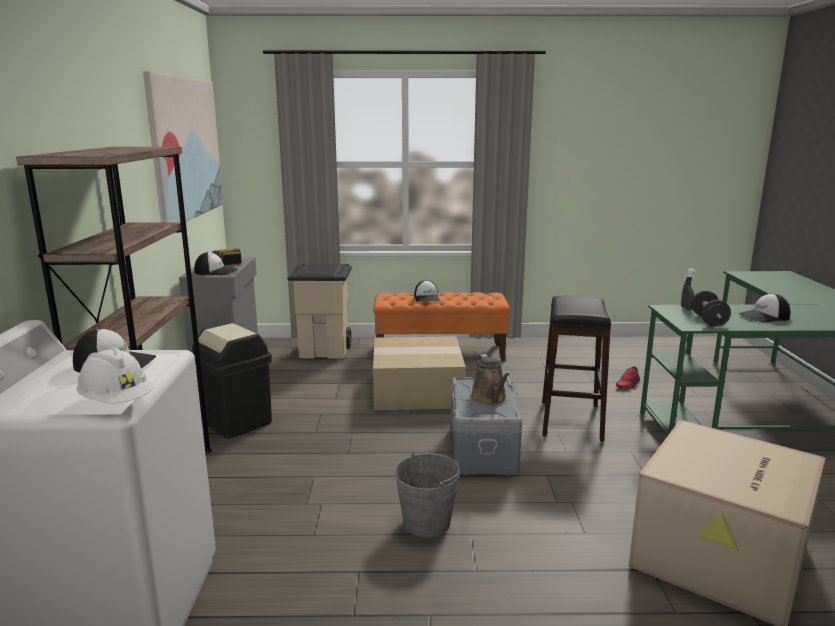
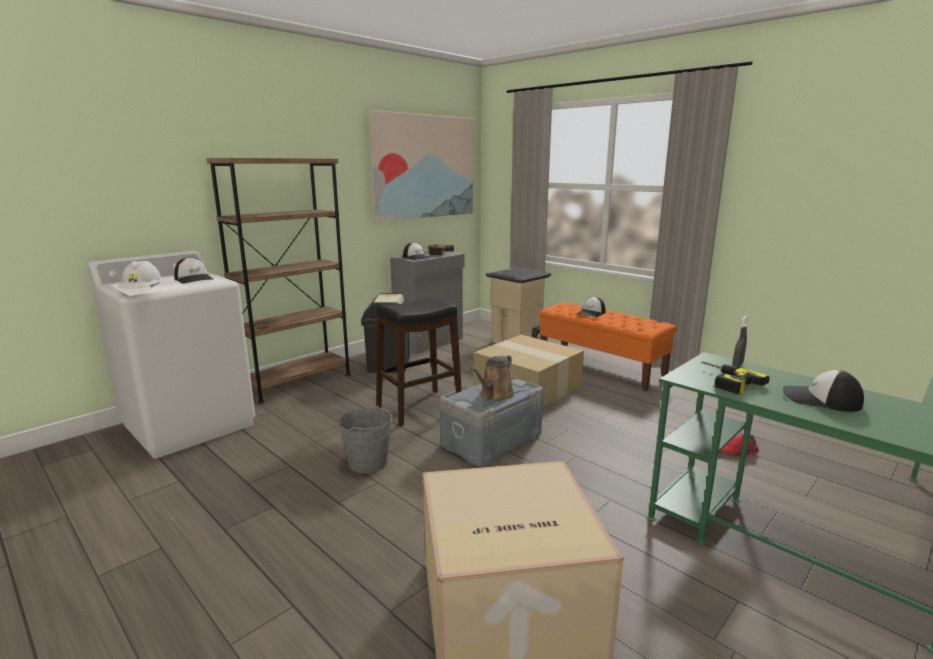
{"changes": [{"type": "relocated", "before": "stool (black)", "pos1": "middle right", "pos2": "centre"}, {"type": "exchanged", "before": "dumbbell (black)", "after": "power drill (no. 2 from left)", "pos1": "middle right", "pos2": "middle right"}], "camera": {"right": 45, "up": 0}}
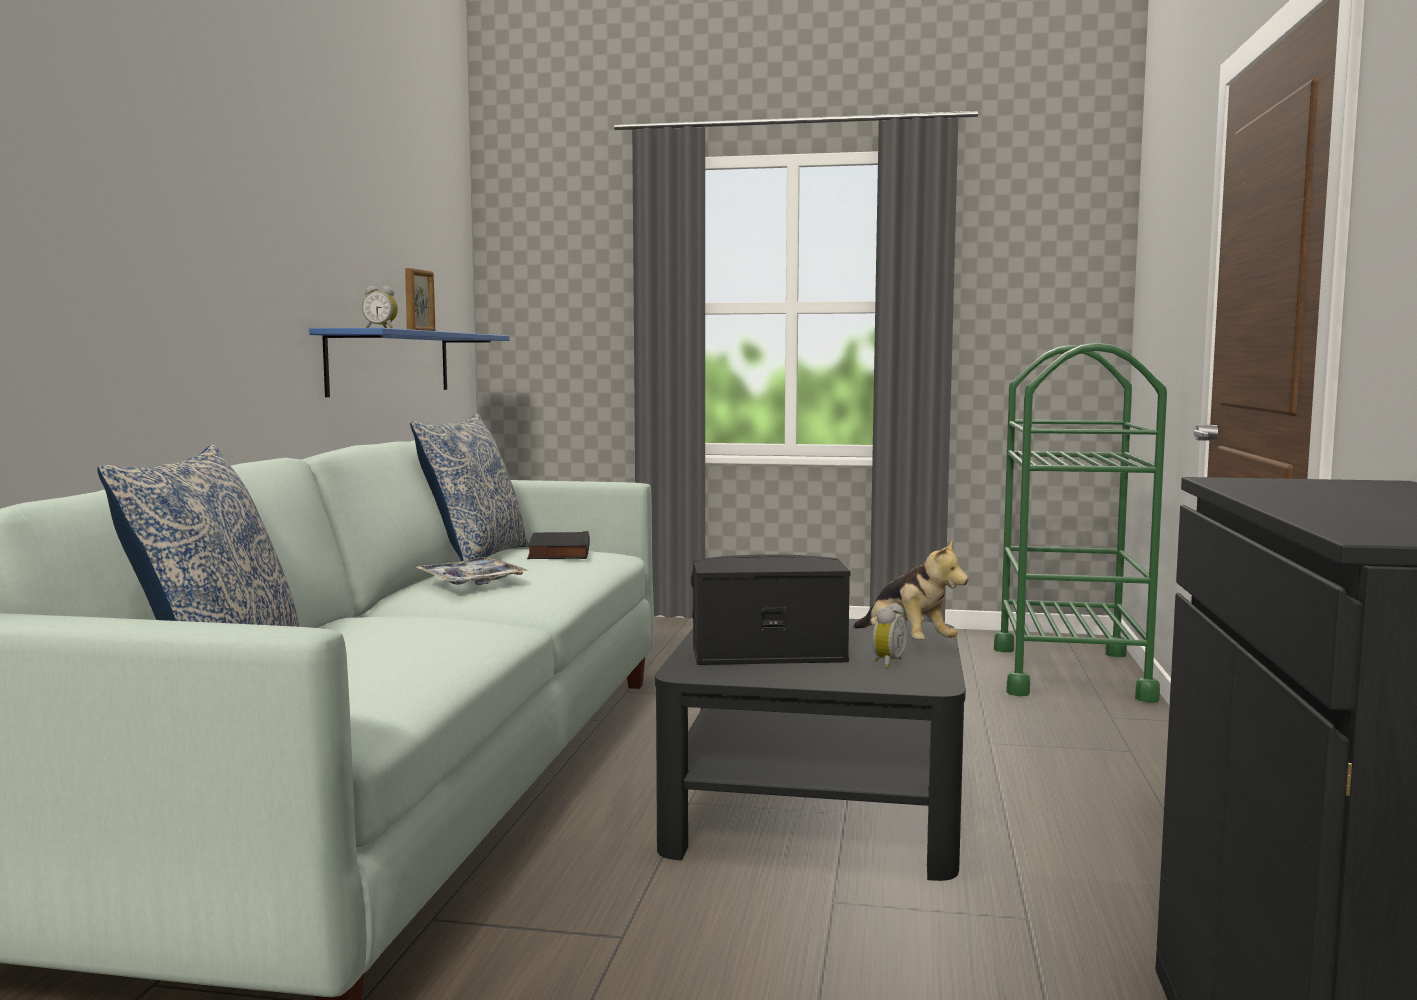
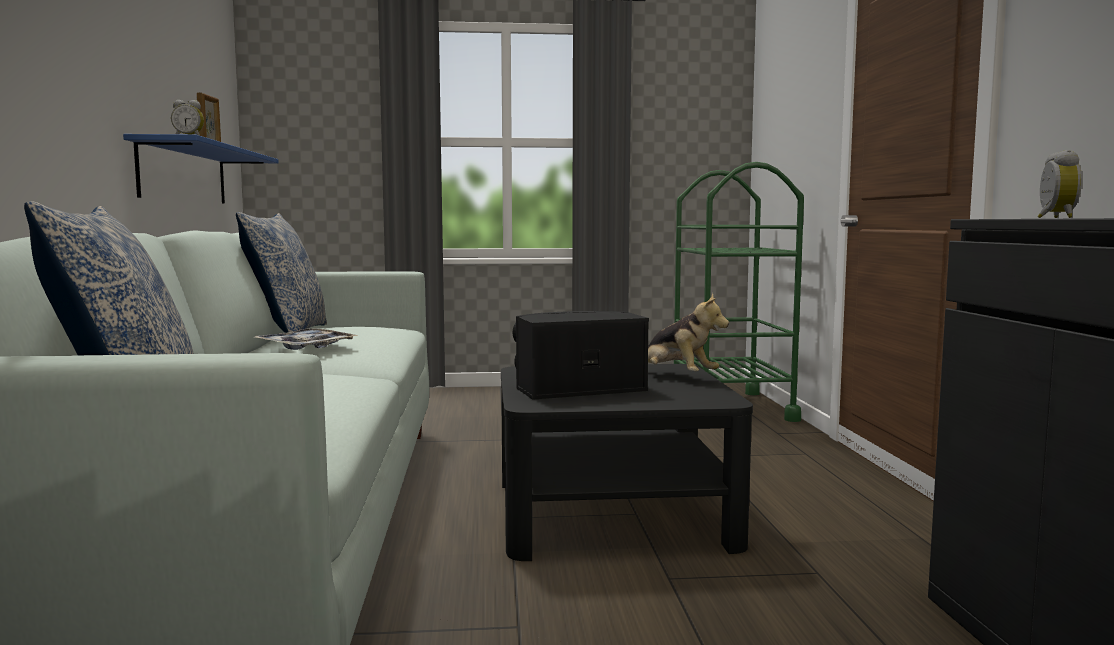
{"changes": [{"type": "missing", "before": "book (black)", "pos1": "centre"}, {"type": "relocated", "before": "alarm clock (no. 2 from left)", "pos1": "centre", "pos2": "top right"}], "camera": {"right": -15, "up": 0}}
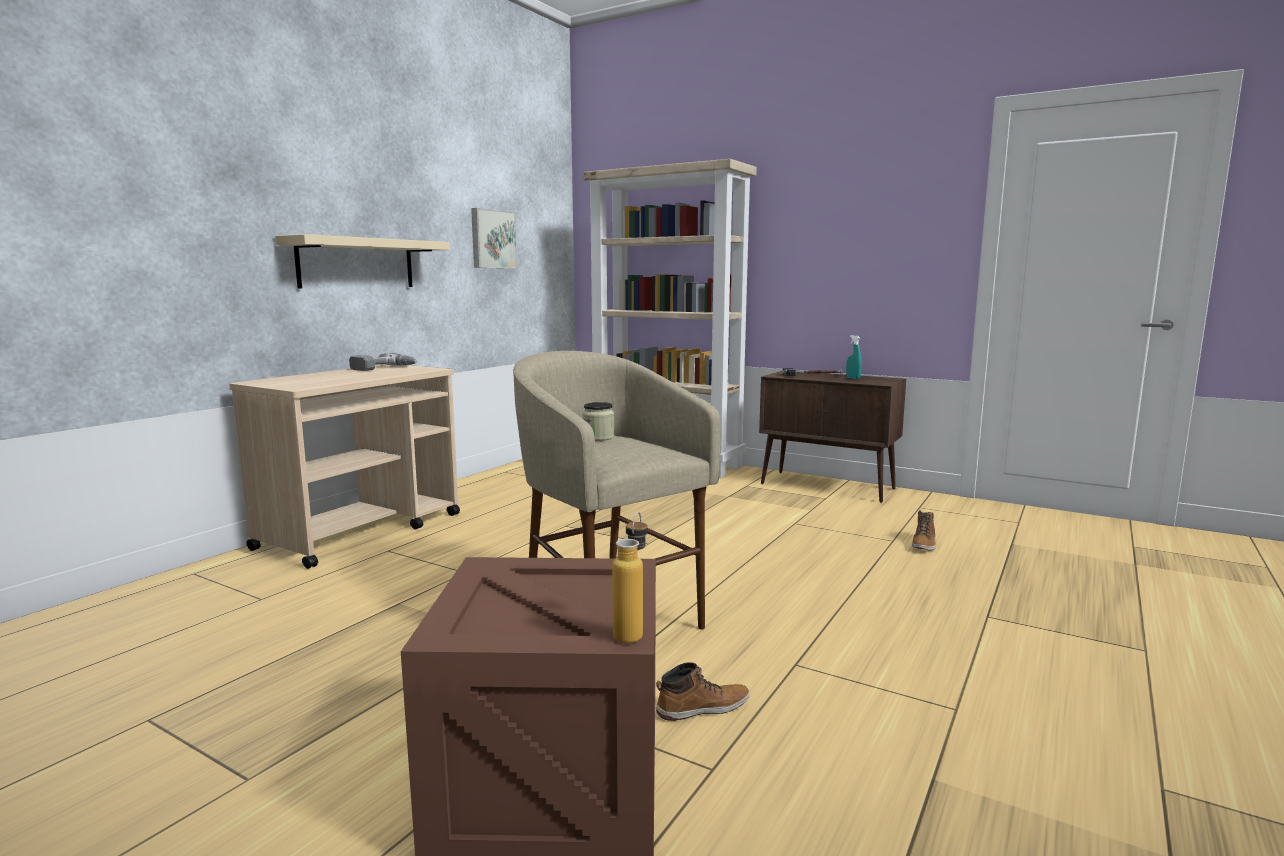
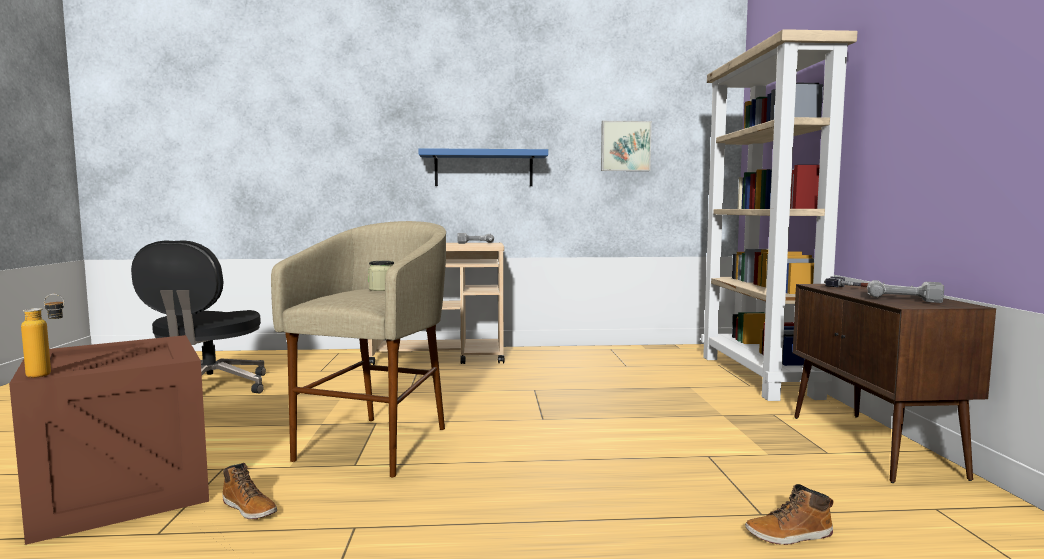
{"changes": [{"type": "appeared", "after": "office chair (black)", "pos2": "middle left"}, {"type": "exchanged", "before": "spray bottle (turquoise)", "after": "power drill (no. 2 from left)", "pos1": "centre", "pos2": "middle right"}, {"type": "colour", "before": "shelf (beige)", "after": "shelf (blue)", "pos1": "top left", "pos2": "top centre"}], "camera": {"right": 55, "up": -5}}
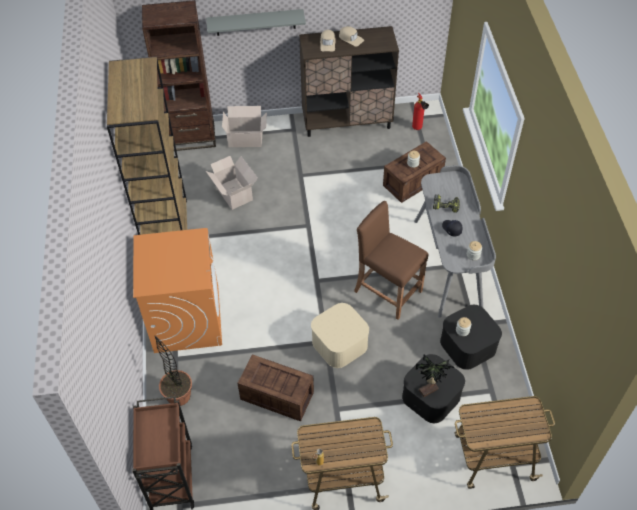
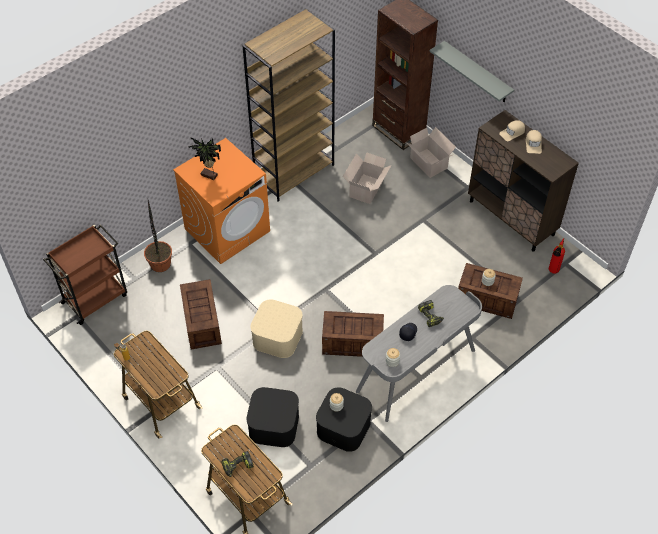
{"changes": [{"type": "appeared", "after": "power drill (no. 1 from left)", "pos2": "bottom centre"}, {"type": "relocated", "before": "potted plant (no. 2 from left)", "pos1": "bottom right", "pos2": "top left"}, {"type": "exchanged", "before": "stool (brown)", "after": "crate (no. 2 from left)", "pos1": "centre", "pos2": "centre"}], "camera": {"right": 55, "up": 0}}
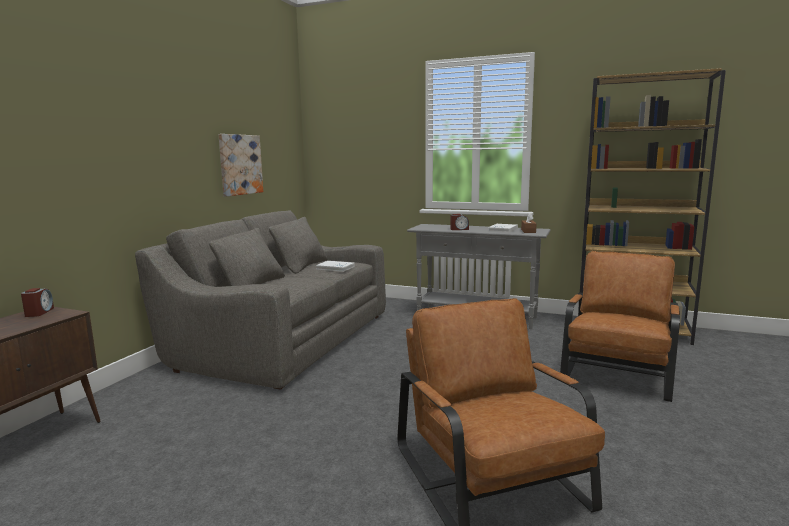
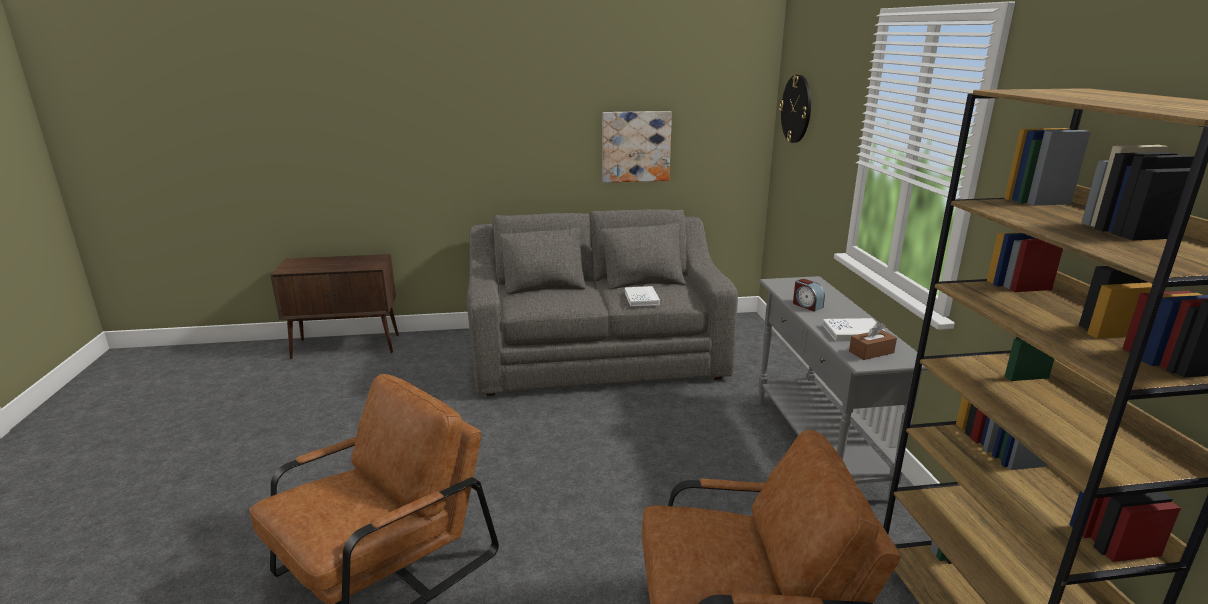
{"changes": [{"type": "missing", "before": "alarm clock (no. 1 from left)", "pos1": "middle left"}, {"type": "appeared", "after": "wall clock", "pos2": "top centre"}], "camera": {"right": 60, "up": 10}}
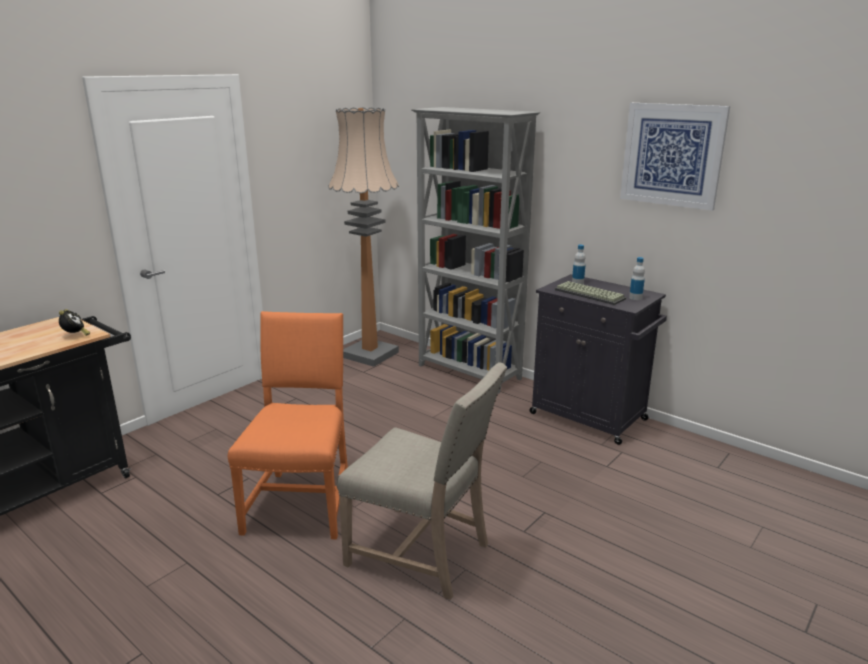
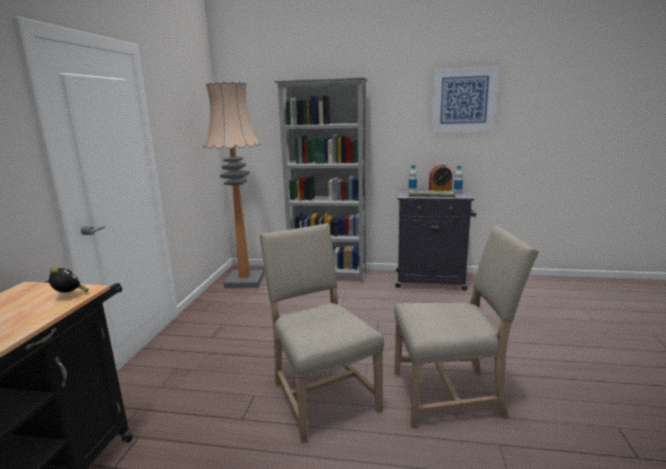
{"changes": [{"type": "appeared", "after": "alarm clock (no. 2 from left)", "pos2": "centre"}, {"type": "colour", "before": "chair (orange)", "after": "chair (beige) (no. 1 from left)", "pos1": "middle left", "pos2": "bottom centre"}], "camera": {"right": -30, "up": -5}}
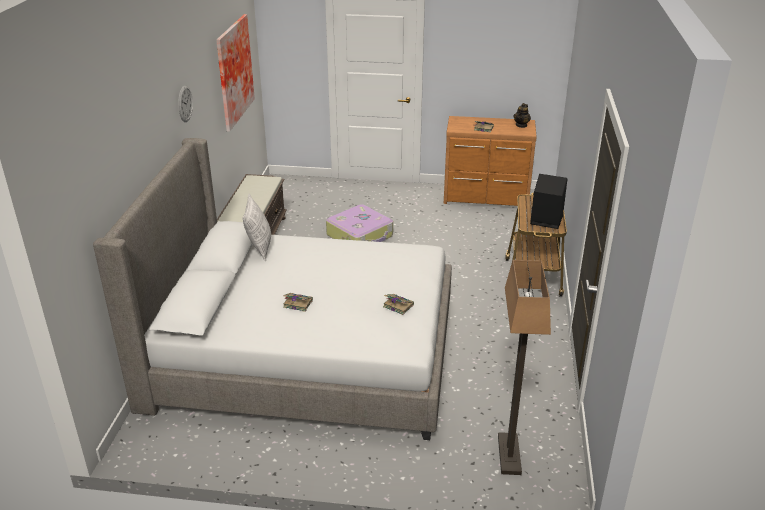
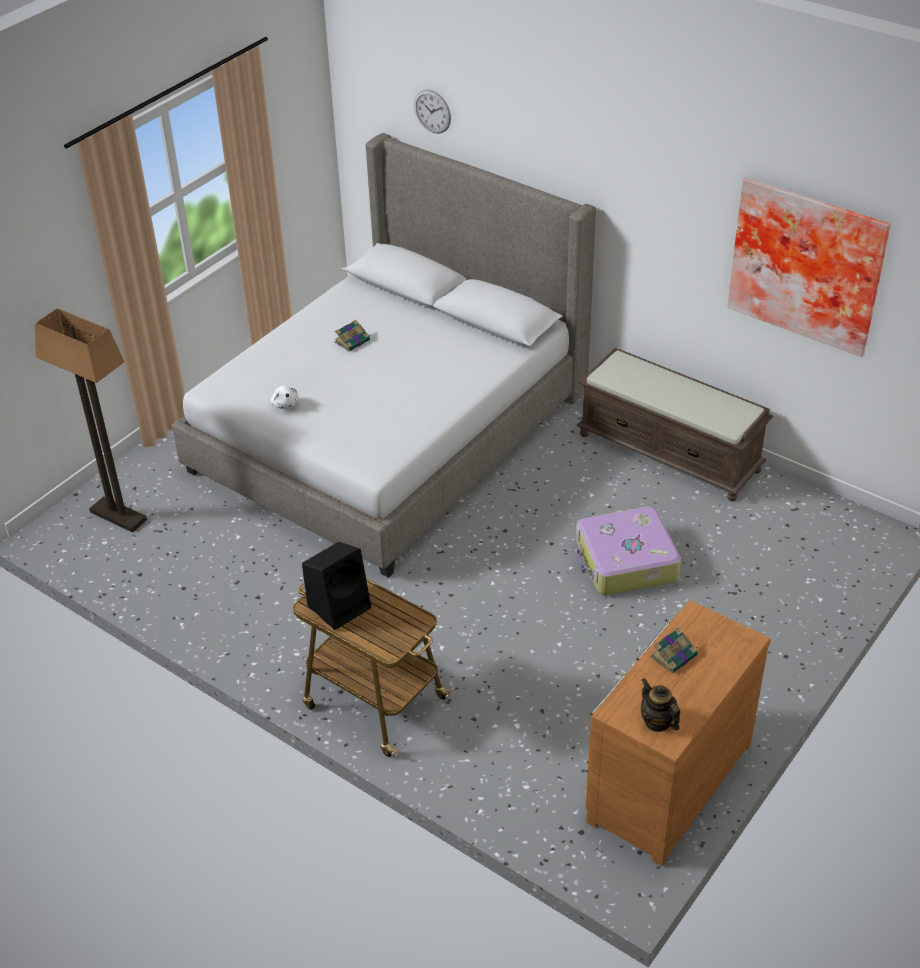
{"changes": [{"type": "missing", "before": "pillow", "pos1": "centre"}, {"type": "relocated", "before": "wall clock", "pos1": "top left", "pos2": "top centre"}, {"type": "exchanged", "before": "book (no. 2 from left)", "after": "plush toy (white)", "pos1": "centre", "pos2": "middle left"}], "camera": {"right": 120, "up": 10}}
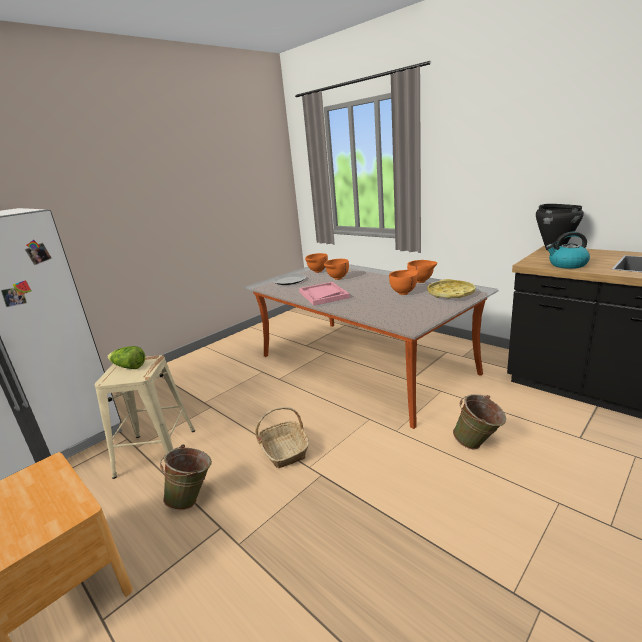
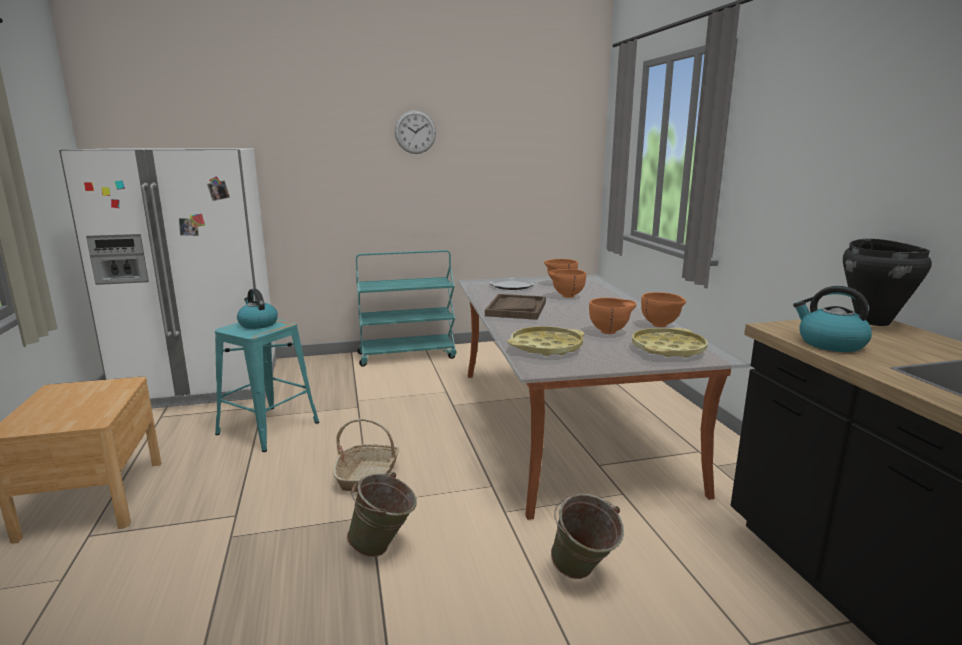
{"changes": [{"type": "appeared", "after": "cart (turquoise)", "pos2": "centre"}, {"type": "appeared", "after": "wall clock", "pos2": "top centre"}, {"type": "appeared", "after": "tray (yellow) (no. 1 from left)", "pos2": "centre"}, {"type": "relocated", "before": "bucket (green) (no. 1 from left)", "pos1": "bottom left", "pos2": "bottom centre"}, {"type": "exchanged", "before": "lettuce", "after": "kettle (no. 1 from left)", "pos1": "middle left", "pos2": "middle left"}, {"type": "colour", "before": "stool (beige)", "after": "stool (turquoise)", "pos1": "middle left", "pos2": "middle left"}, {"type": "colour", "before": "tray (pink)", "after": "tray (brown)", "pos1": "centre", "pos2": "centre"}], "camera": {"right": 30, "up": -5}}
